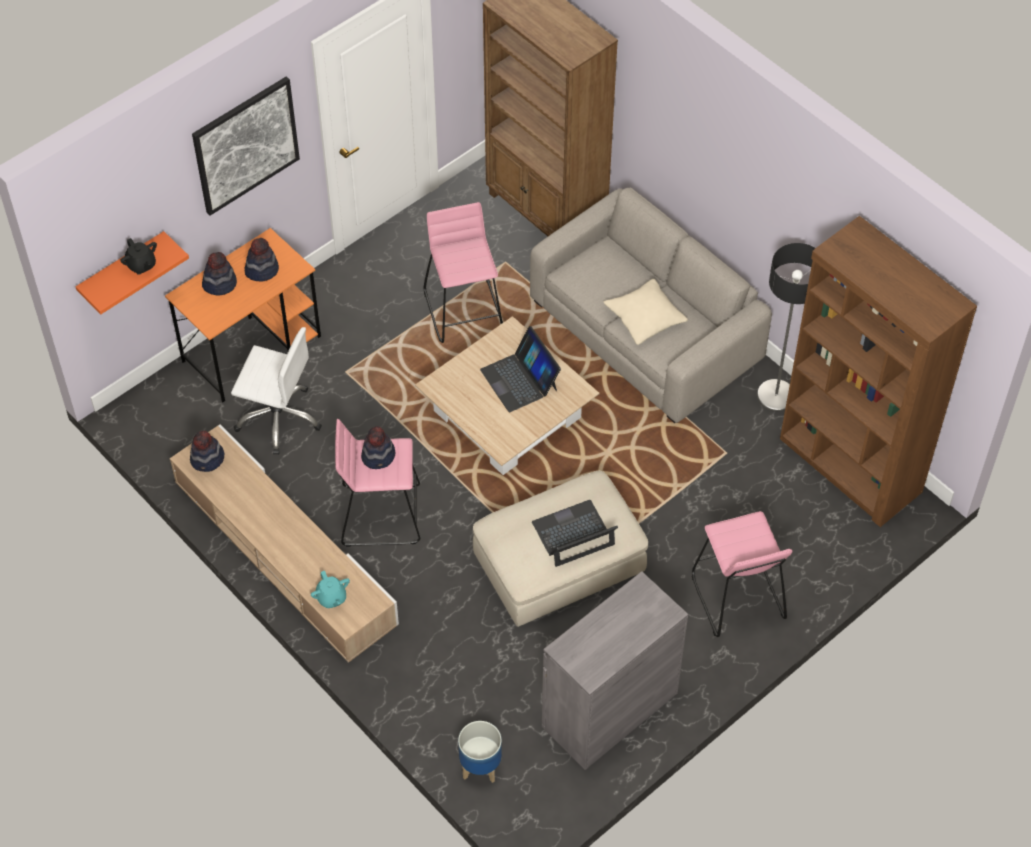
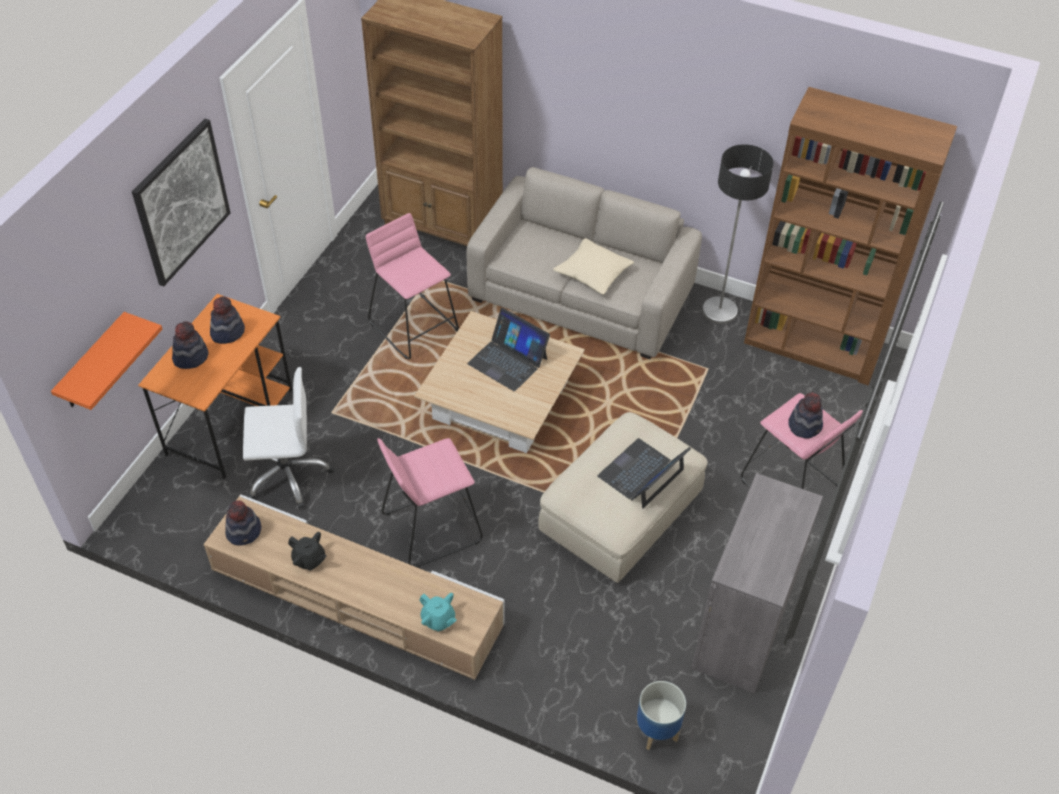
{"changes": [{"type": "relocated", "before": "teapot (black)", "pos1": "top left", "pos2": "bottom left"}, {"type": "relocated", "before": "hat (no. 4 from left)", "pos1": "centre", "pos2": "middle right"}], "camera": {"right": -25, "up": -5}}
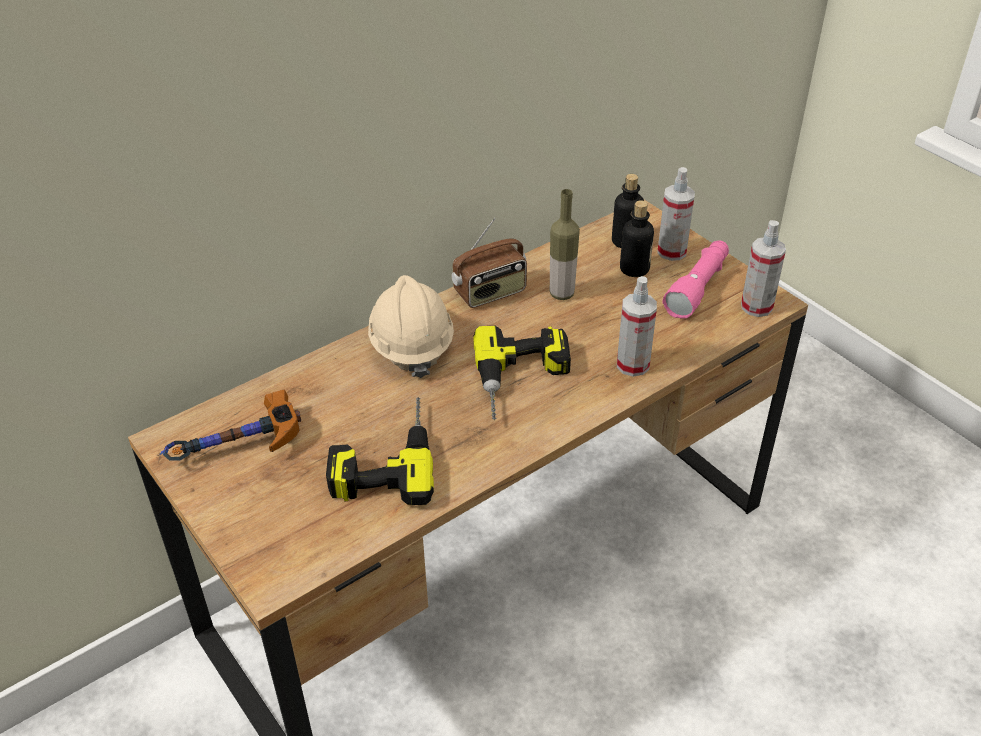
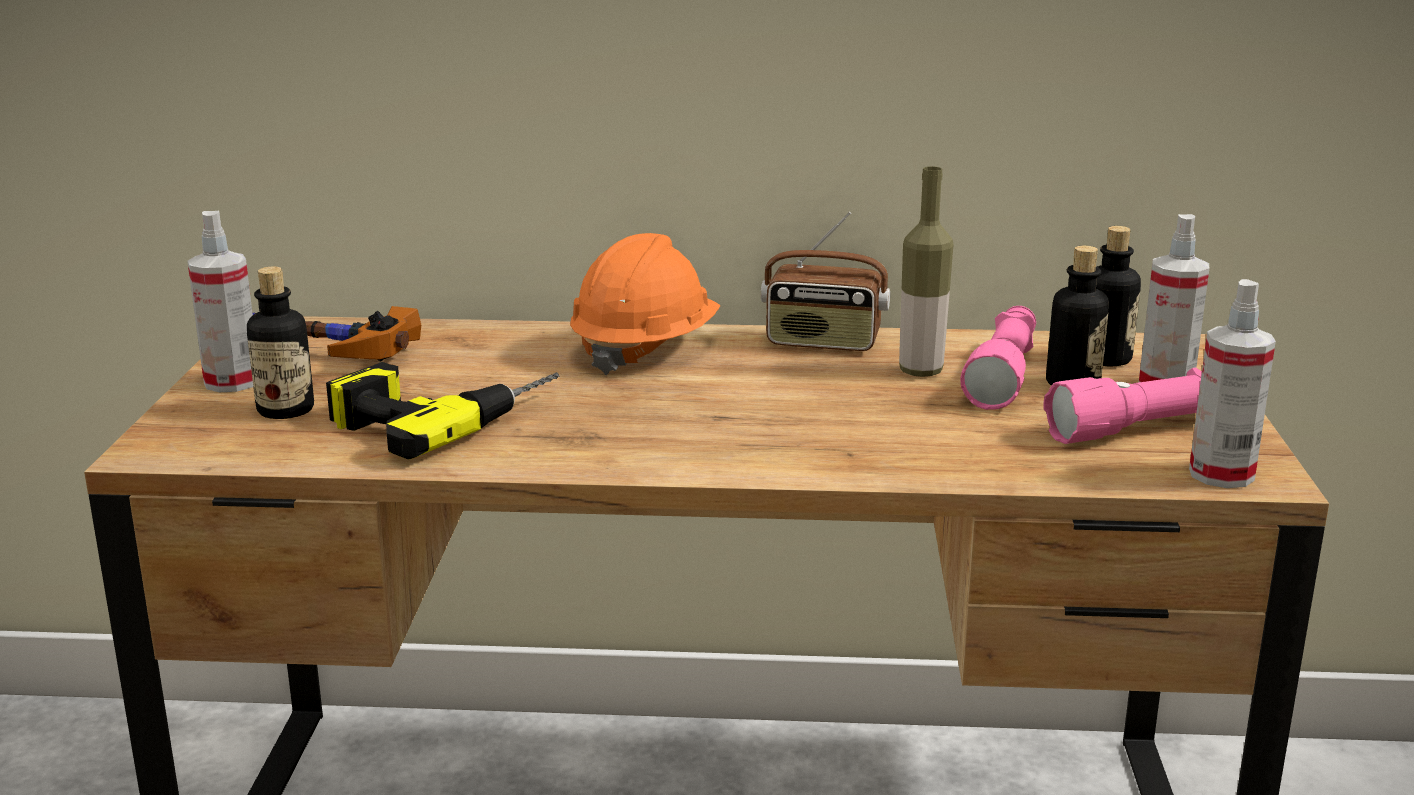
{"changes": [{"type": "missing", "before": "power drill (no. 2 from left)", "pos1": "centre"}, {"type": "appeared", "after": "bottle (no. 1 from left)", "pos2": "middle left"}, {"type": "appeared", "after": "flashlight (pink) (no. 1 from left)", "pos2": "middle right"}, {"type": "relocated", "before": "spray bottle (no. 1 from left)", "pos1": "centre", "pos2": "middle left"}, {"type": "colour", "before": "hard hat (beige)", "after": "hard hat (orange)", "pos1": "centre", "pos2": "centre"}], "camera": {"right": 40, "up": -20}}
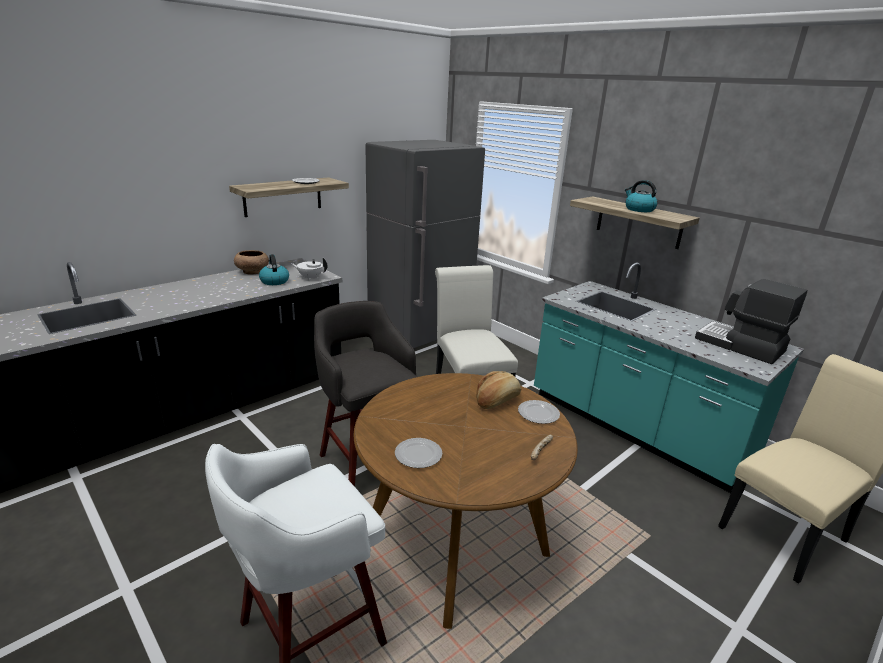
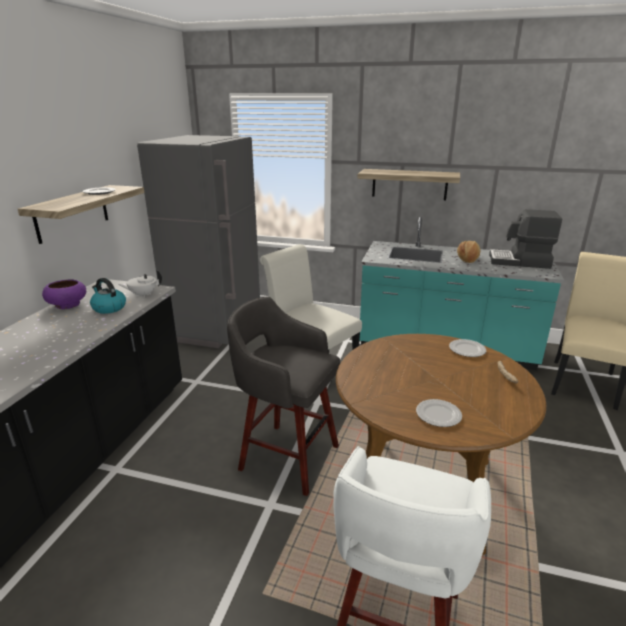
{"changes": [{"type": "missing", "before": "kettle (no. 2 from left)", "pos1": "top right"}, {"type": "relocated", "before": "bread (no. 1 from left)", "pos1": "centre", "pos2": "middle right"}, {"type": "colour", "before": "bowl (brown)", "after": "bowl (purple)", "pos1": "middle left", "pos2": "middle left"}], "camera": {"right": -30, "up": 0}}
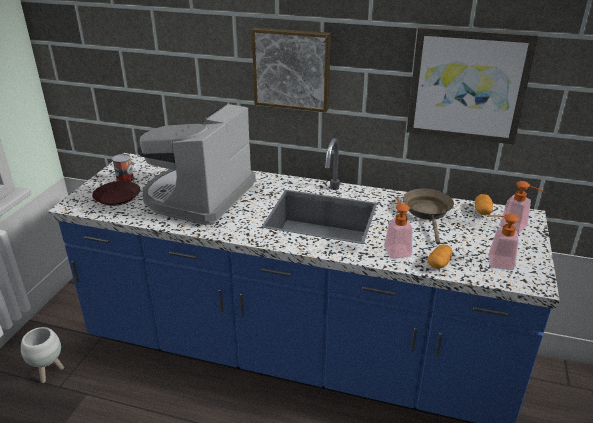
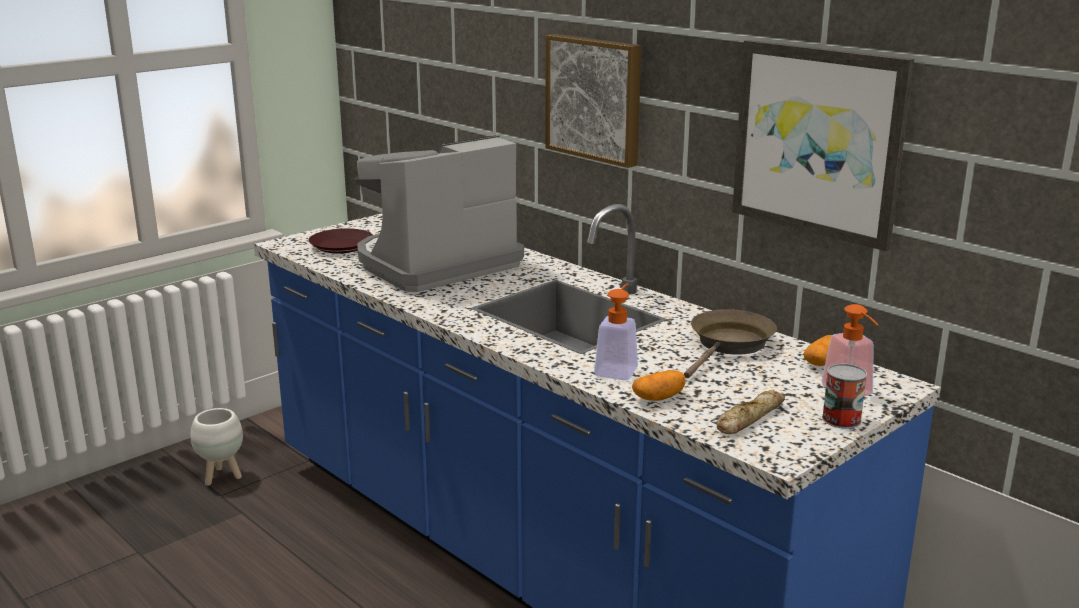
{"changes": [{"type": "relocated", "before": "can", "pos1": "middle left", "pos2": "middle right"}, {"type": "exchanged", "before": "soap dispenser (no. 2 from left)", "after": "bread", "pos1": "middle right", "pos2": "bottom right"}], "camera": {"right": 30, "up": -10}}
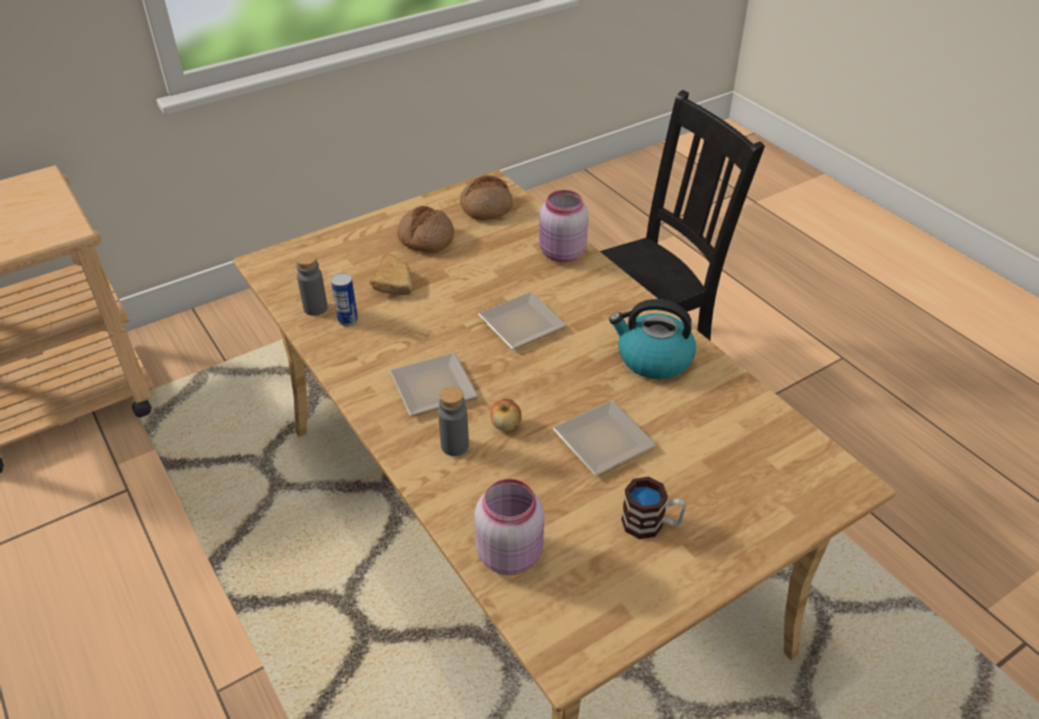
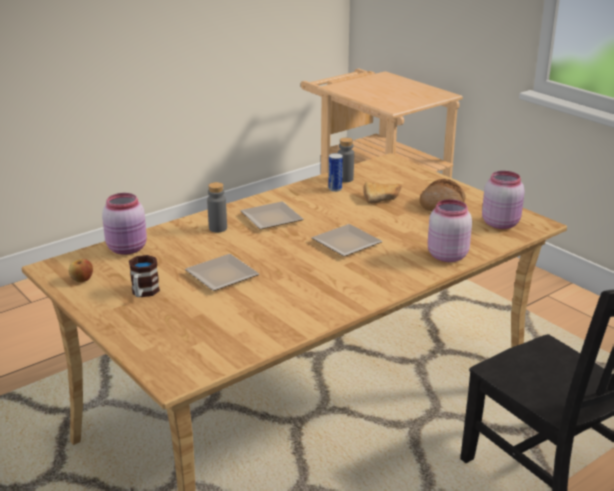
{"changes": [{"type": "missing", "before": "kettle", "pos1": "centre"}, {"type": "relocated", "before": "apple", "pos1": "centre", "pos2": "middle left"}, {"type": "exchanged", "before": "bread (no. 3 from left)", "after": "jar (pink) (no. 3 from left)", "pos1": "top centre", "pos2": "middle right"}], "camera": {"right": 85, "up": -15}}
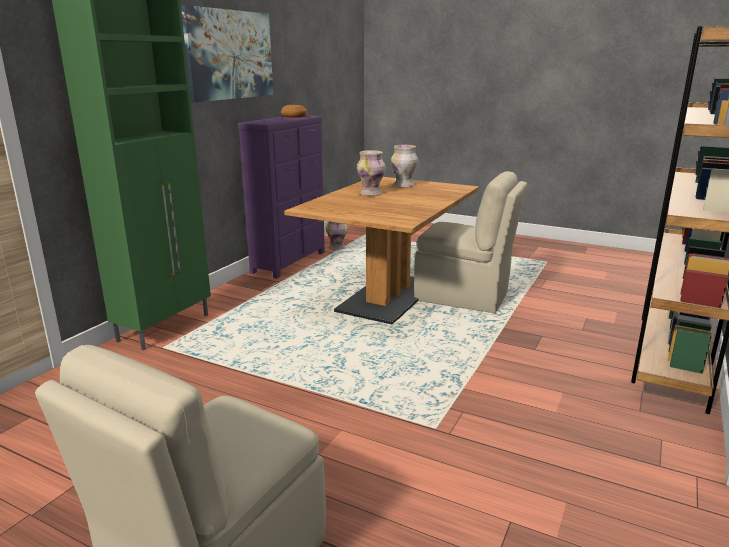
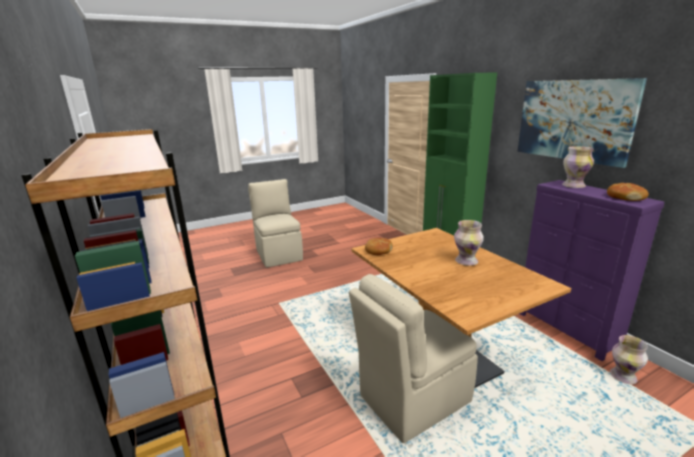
{"changes": [{"type": "appeared", "after": "bread (no. 1 from left)", "pos2": "centre"}, {"type": "relocated", "before": "vase (no. 3 from left in the first image)", "after": "vase (no. 2 from left)", "pos1": "top centre", "pos2": "middle right"}], "camera": {"right": 125, "up": 0}}
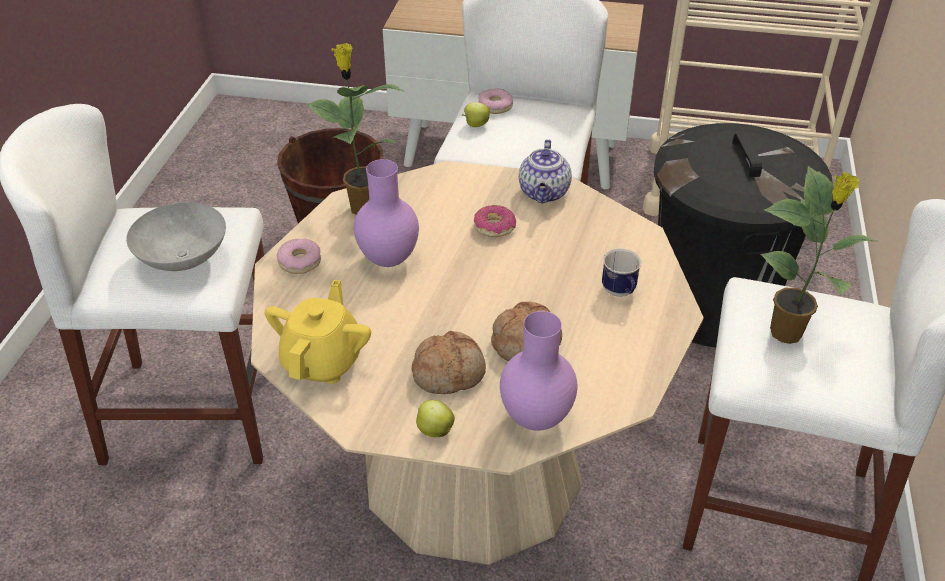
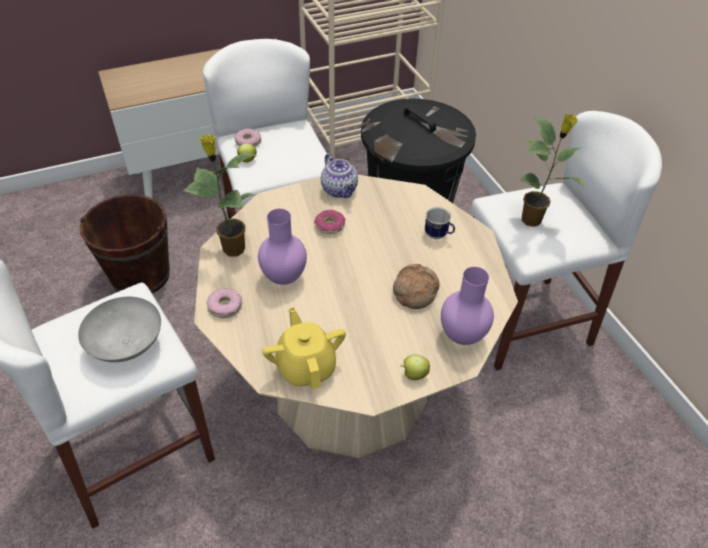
{"changes": [{"type": "missing", "before": "bread (no. 1 from left)", "pos1": "centre"}], "camera": {"right": -35, "up": 5}}
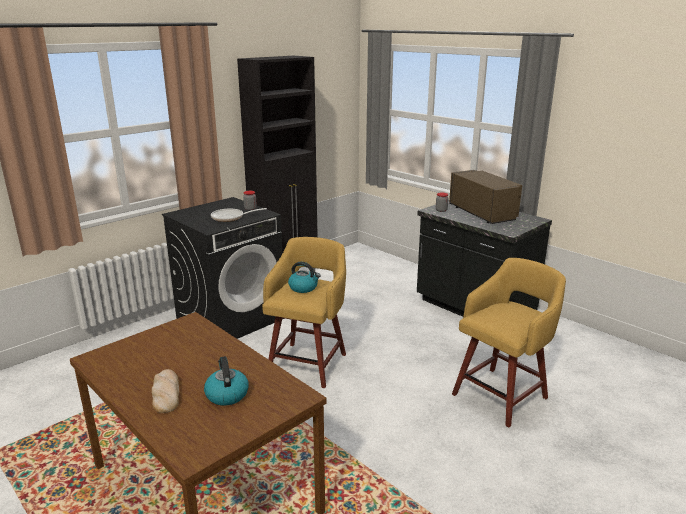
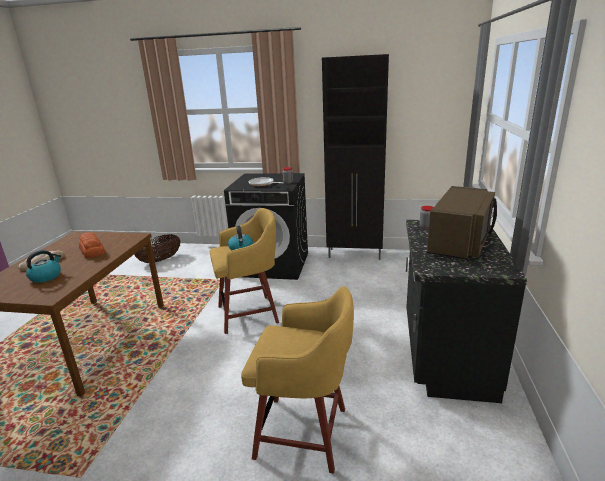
{"changes": [{"type": "appeared", "after": "bread (no. 2 from left)", "pos2": "middle left"}, {"type": "appeared", "after": "basket", "pos2": "middle left"}], "camera": {"right": 55, "up": 0}}
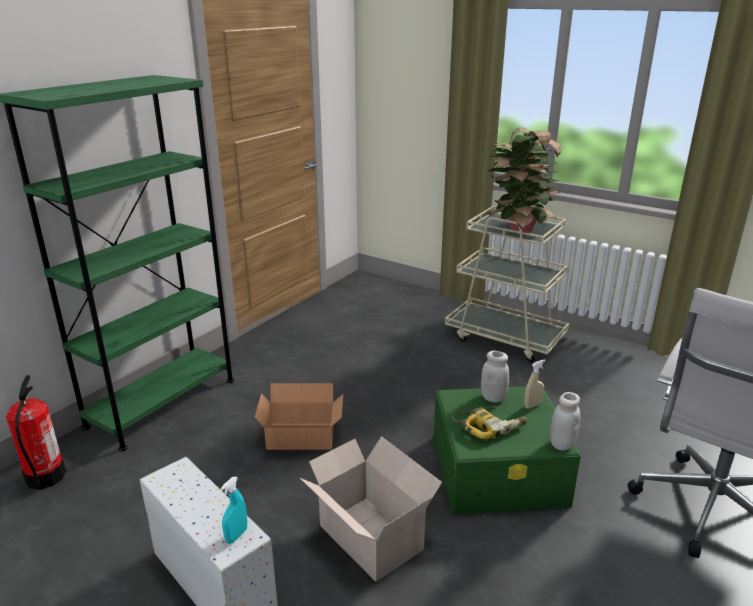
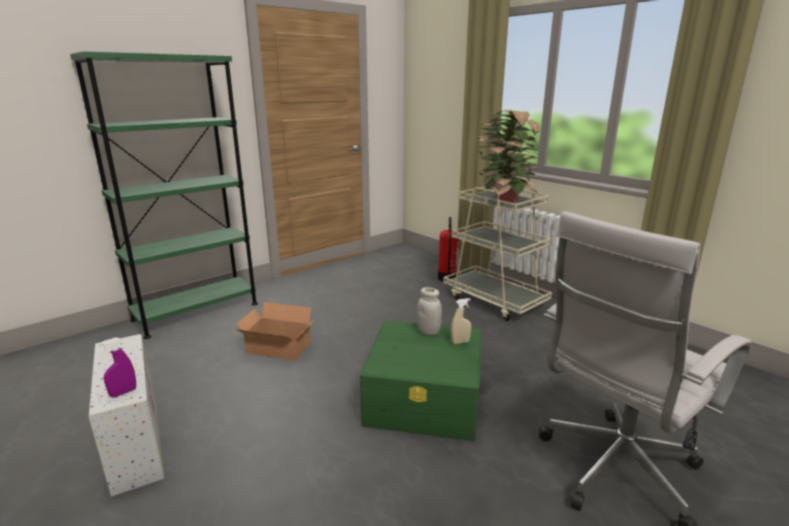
{"changes": [{"type": "missing", "before": "cardboard box (no. 2 from left)", "pos1": "bottom centre"}, {"type": "missing", "before": "power drill", "pos1": "bottom centre"}, {"type": "missing", "before": "jar (white) (no. 2 from left)", "pos1": "bottom right"}, {"type": "relocated", "before": "fire extinguisher", "pos1": "bottom left", "pos2": "centre"}, {"type": "colour", "before": "spray bottle (turquoise)", "after": "spray bottle (purple)", "pos1": "bottom left", "pos2": "bottom left"}], "camera": {"right": 15, "up": -5}}
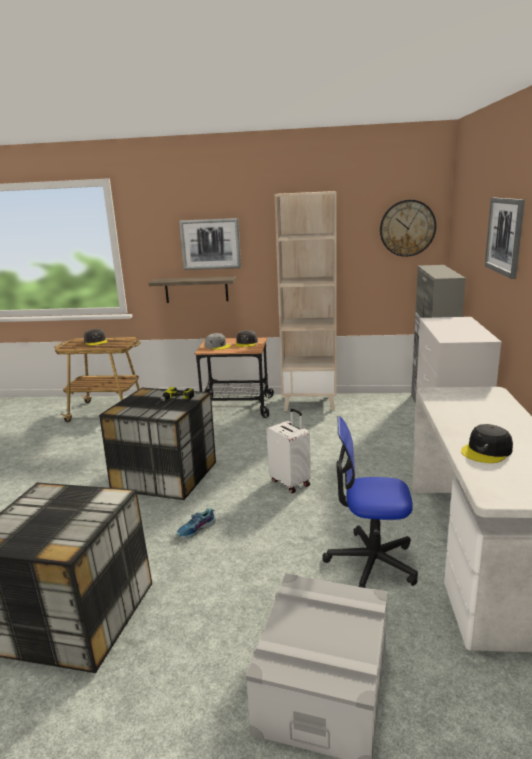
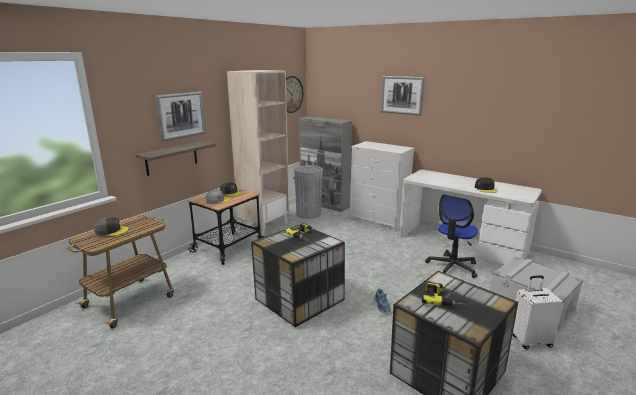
{"changes": [{"type": "appeared", "after": "trash can (grey)", "pos2": "centre"}, {"type": "appeared", "after": "power drill (no. 2 from left)", "pos2": "bottom right"}, {"type": "relocated", "before": "suitcase (white)", "pos1": "centre", "pos2": "bottom right"}], "camera": {"right": -60, "up": 0}}
